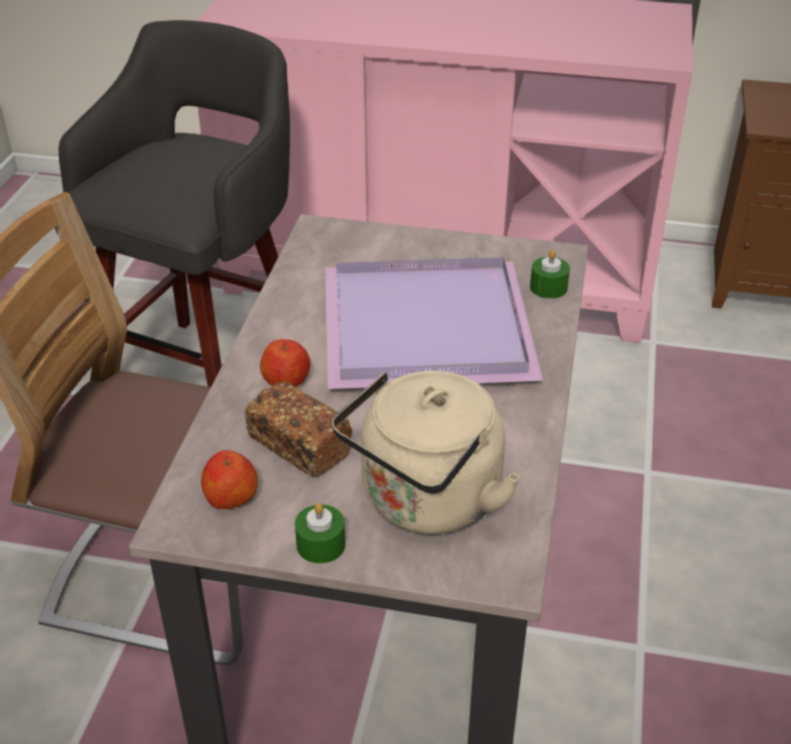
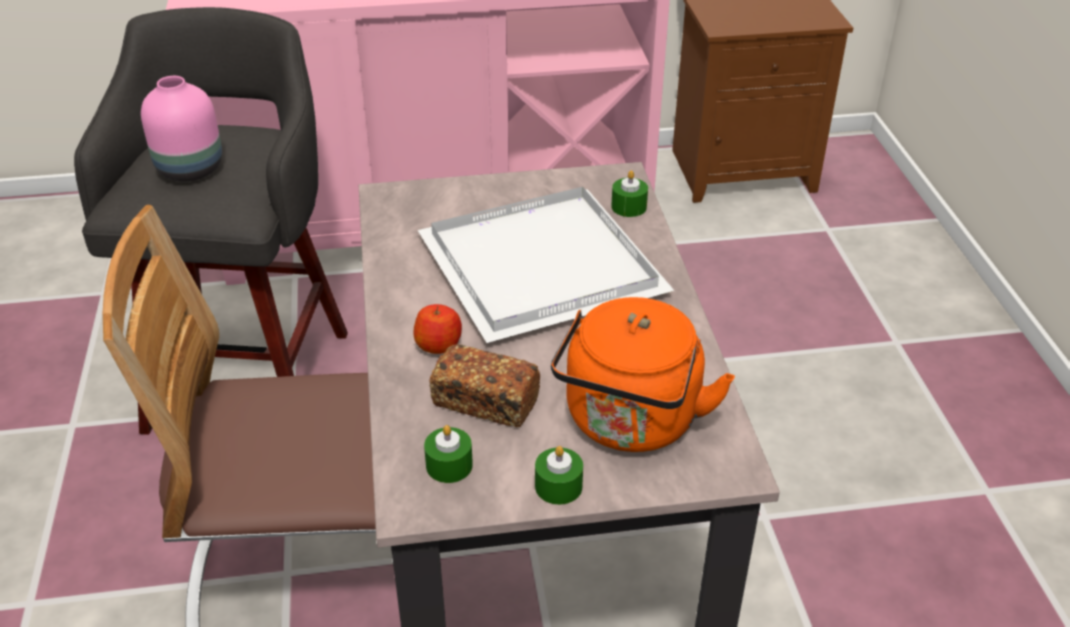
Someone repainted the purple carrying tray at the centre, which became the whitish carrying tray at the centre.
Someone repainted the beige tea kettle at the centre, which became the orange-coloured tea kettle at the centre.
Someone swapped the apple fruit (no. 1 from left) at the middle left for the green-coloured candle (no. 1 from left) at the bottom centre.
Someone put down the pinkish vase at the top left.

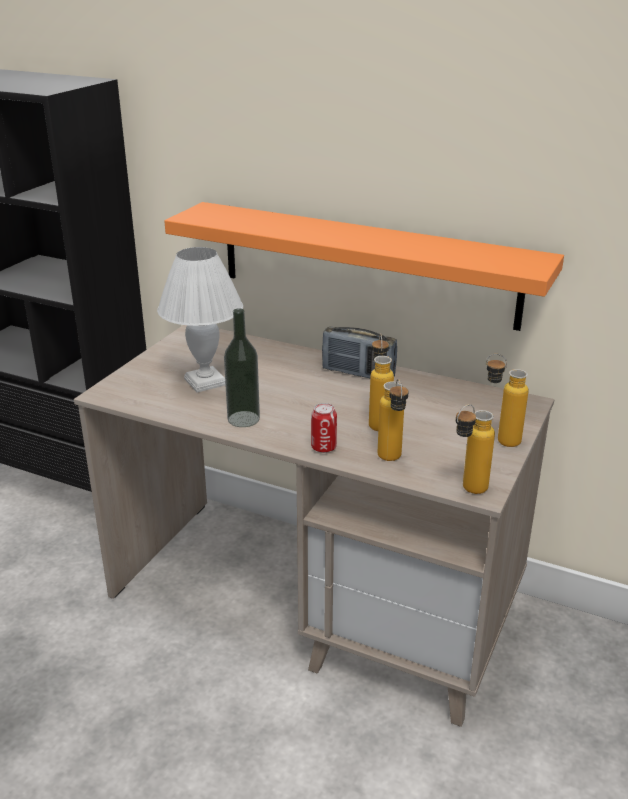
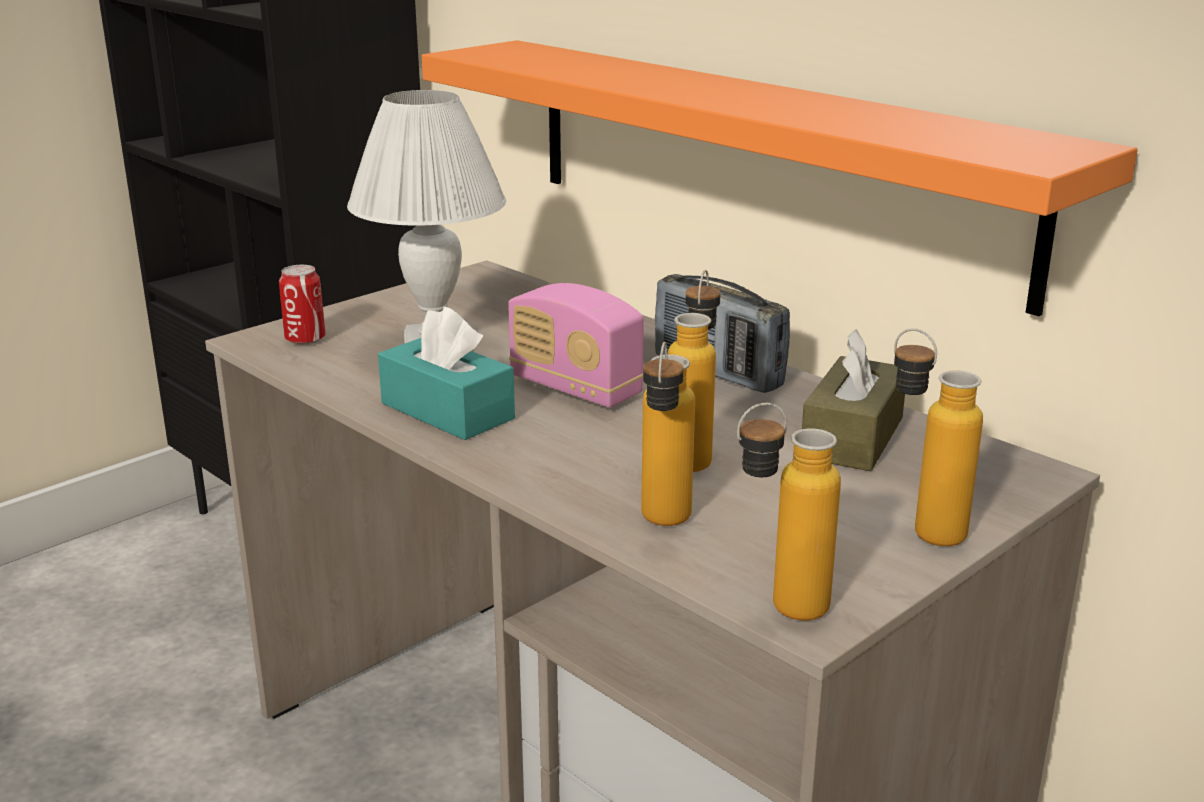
Someone swapped the drink bottle (no. 1 from left) at the centre for the blue-green tissue holder at the centre.
Someone carried the sealed can from the centre to the middle left.
Someone put down the radio receiver (no. 1 from left) at the centre.
Someone put down the brown-coloured tissue holder at the middle right.

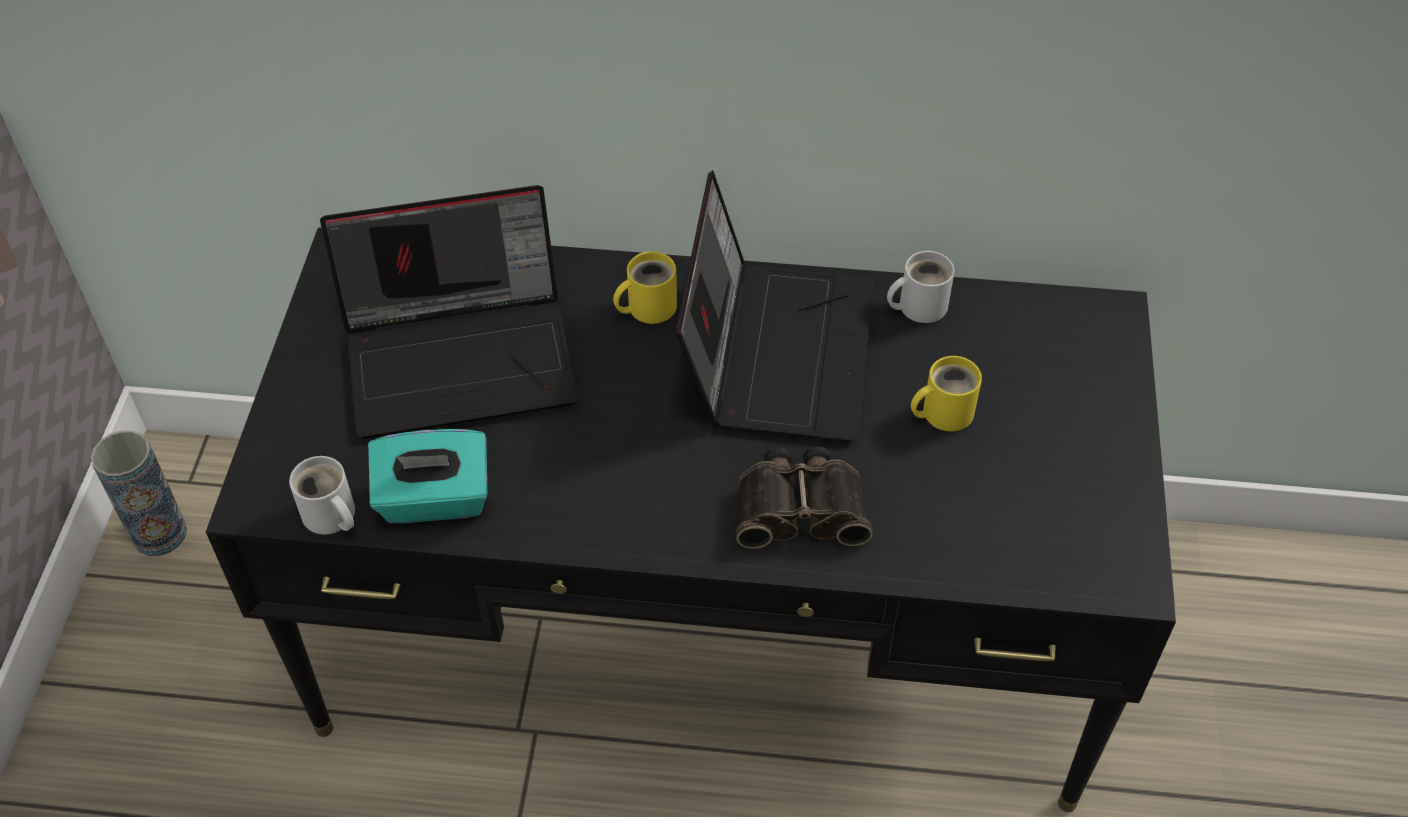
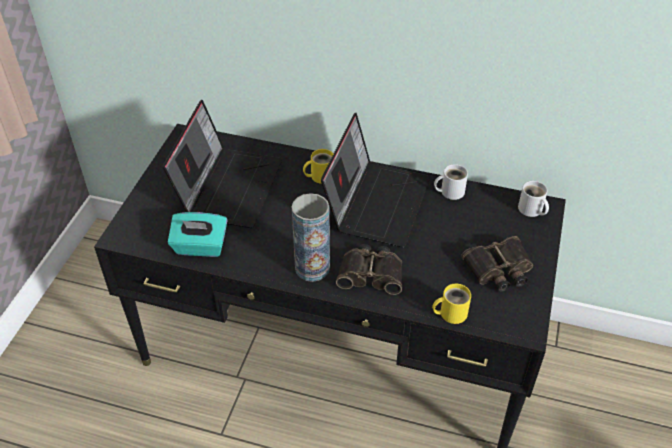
Someone rotated the notebook computer (no. 1 from left) at the middle left by 75 degrees counterclockwise.
Someone carried the yellowish tea mug (no. 2 from left) from the middle right to the bottom right.
Someone carried the vase from the middle left to the centre.
Someone carried the whitish tea mug (no. 1 from left in the first image) from the middle left to the middle right.
Someone put down the pair of binoculars (no. 2 from left) at the middle right.

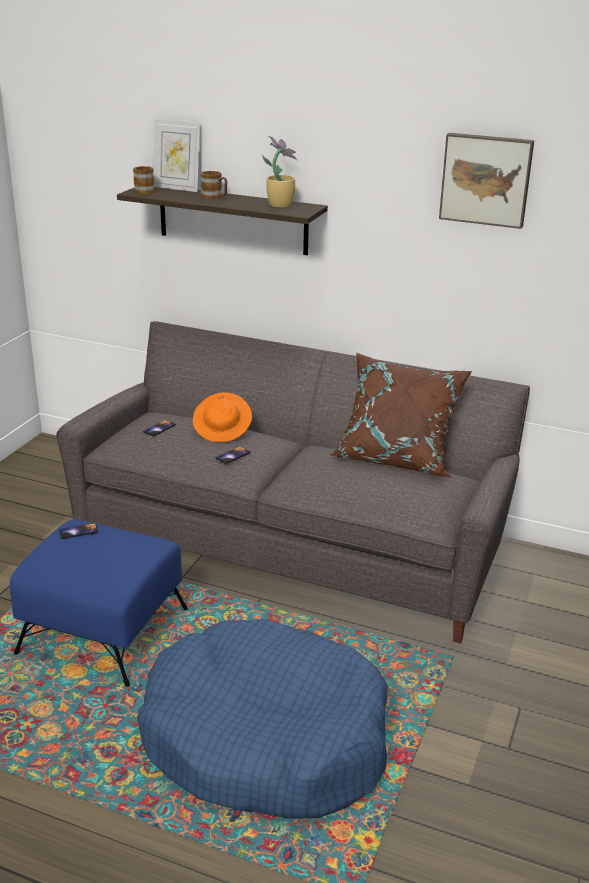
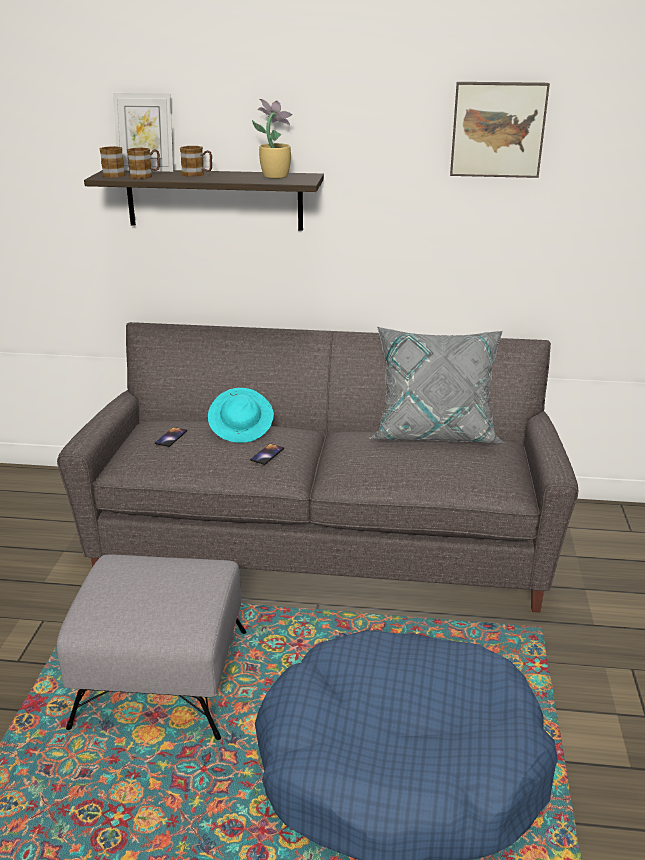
Someone repainted the brown-coloured throw pillow at the middle right, which became the greyish throw pillow at the middle right.
Someone repainted the orange-coloured hat at the centre, which became the blue-green hat at the centre.
Someone repainted the bluish ottoman at the bottom left, which became the greyish ottoman at the bottom left.
Someone took away the phone (no. 1 from left) at the middle left.
Someone put down the tea mug (no. 2 from left) at the top left.

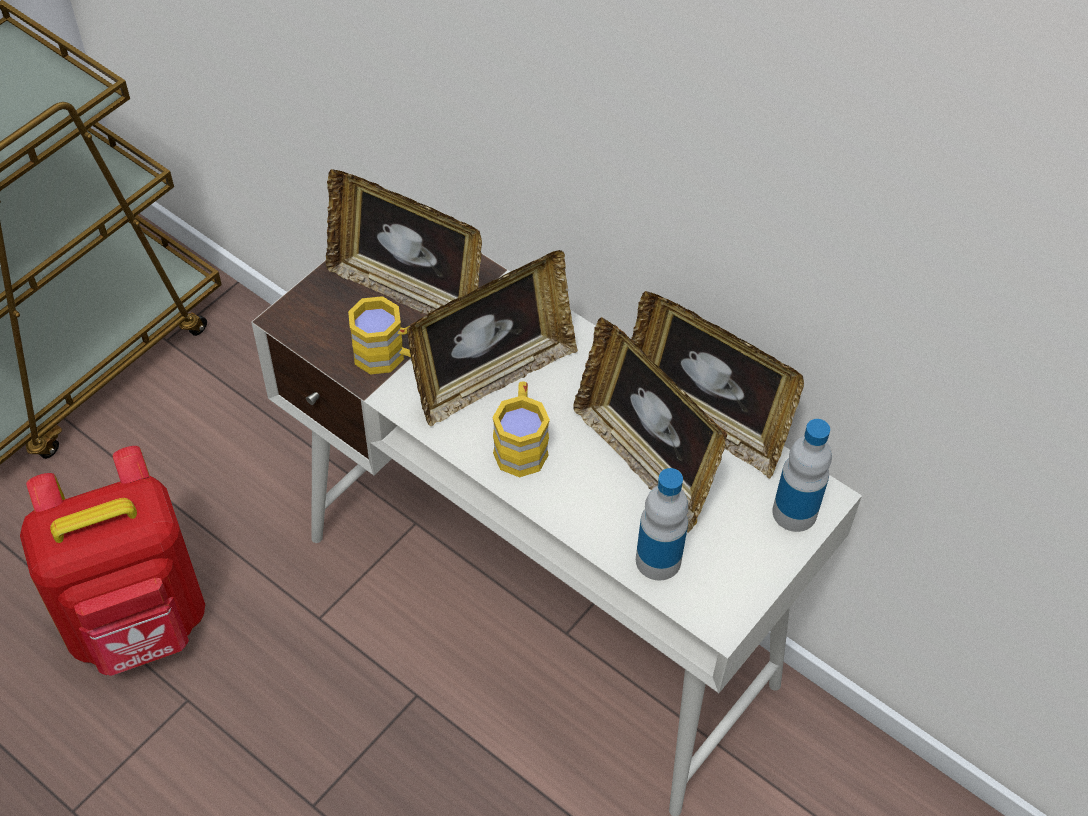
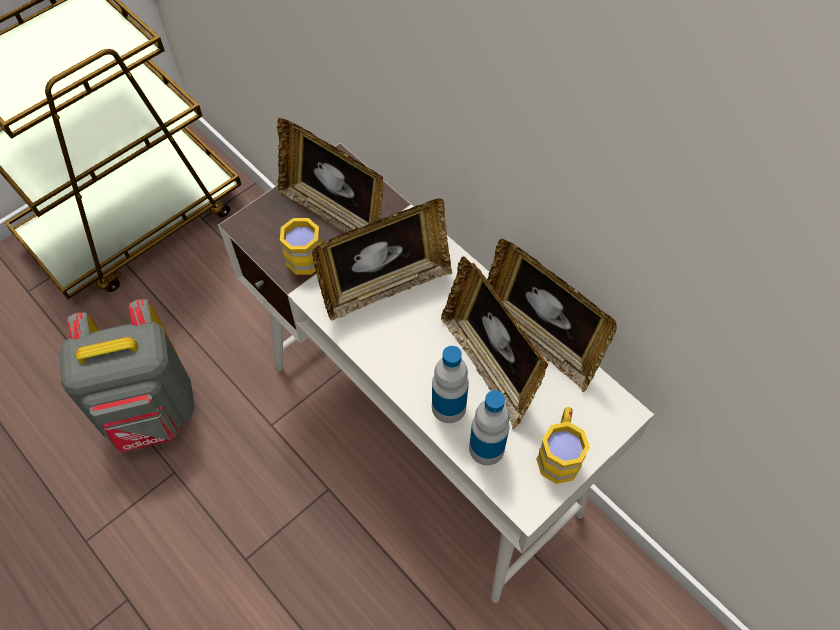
Someone carried the yellowish tea mug (no. 2 from left) from the centre to the bottom right.
Someone carried the drink bottle (no. 2 from left in the first image) from the middle right to the centre.
Someone repainted the red backpack at the bottom left, which became the greyish backpack at the middle left.

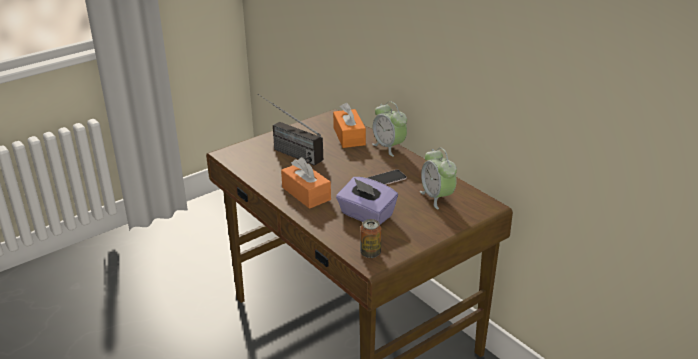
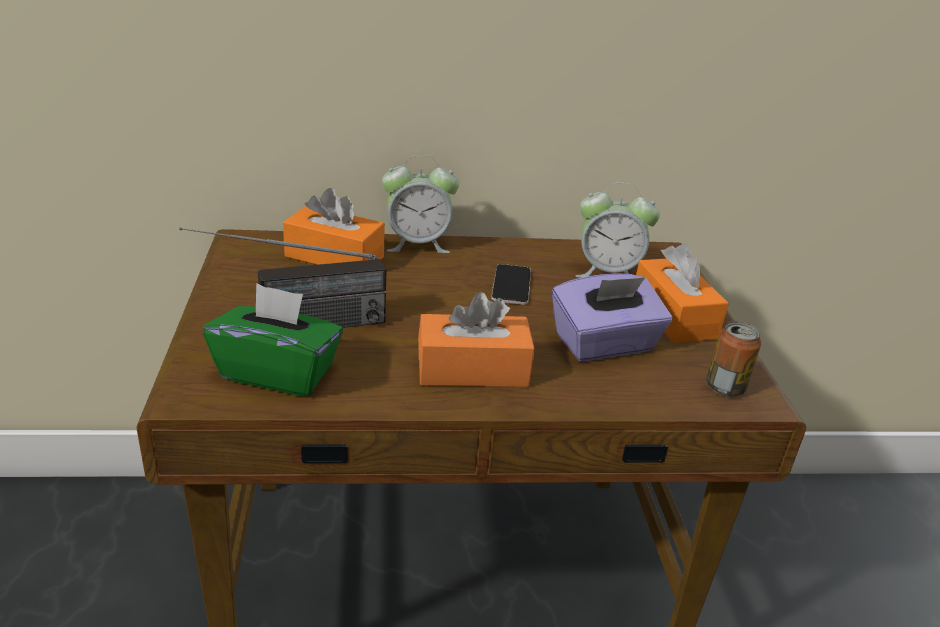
Someone put down the orange-coloured tissue holder (no. 3 from left) at the middle right.
Someone put down the green-coloured tissue holder at the middle left.

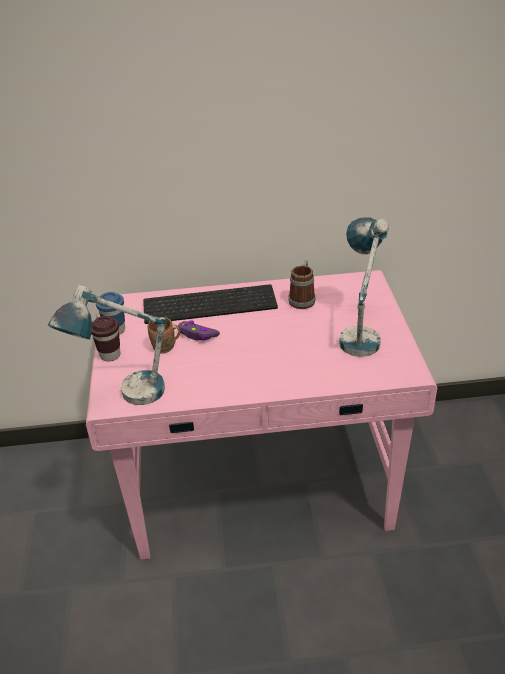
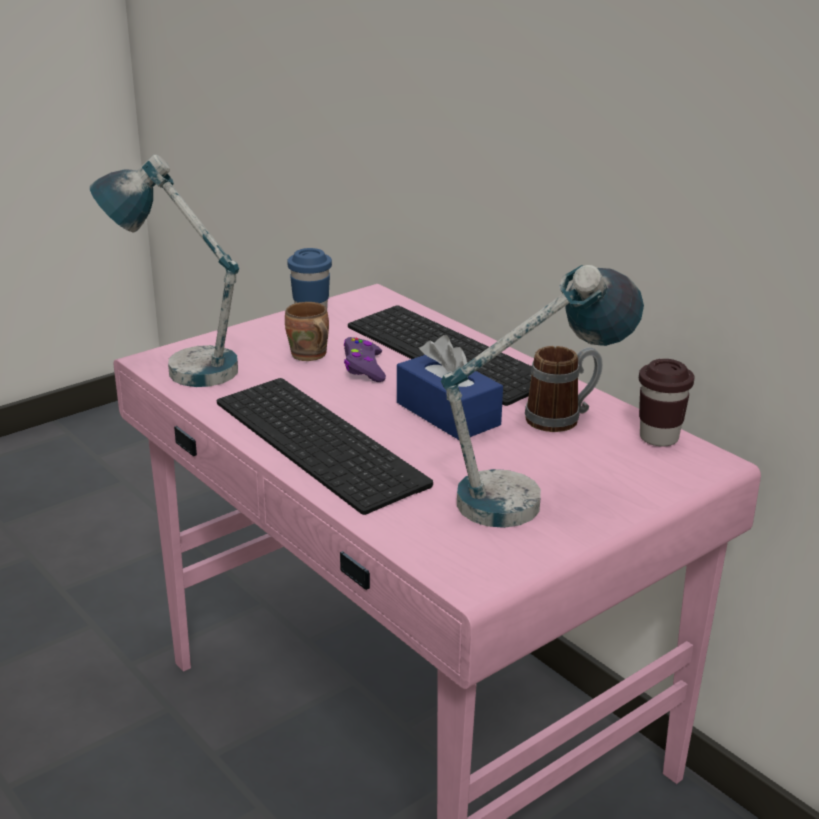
Someone carried the brown-coloured drinking cup from the middle left to the middle right.
Someone put down the bluish tissue holder at the centre.
Someone put down the computer keyboard (no. 1 from left) at the centre.

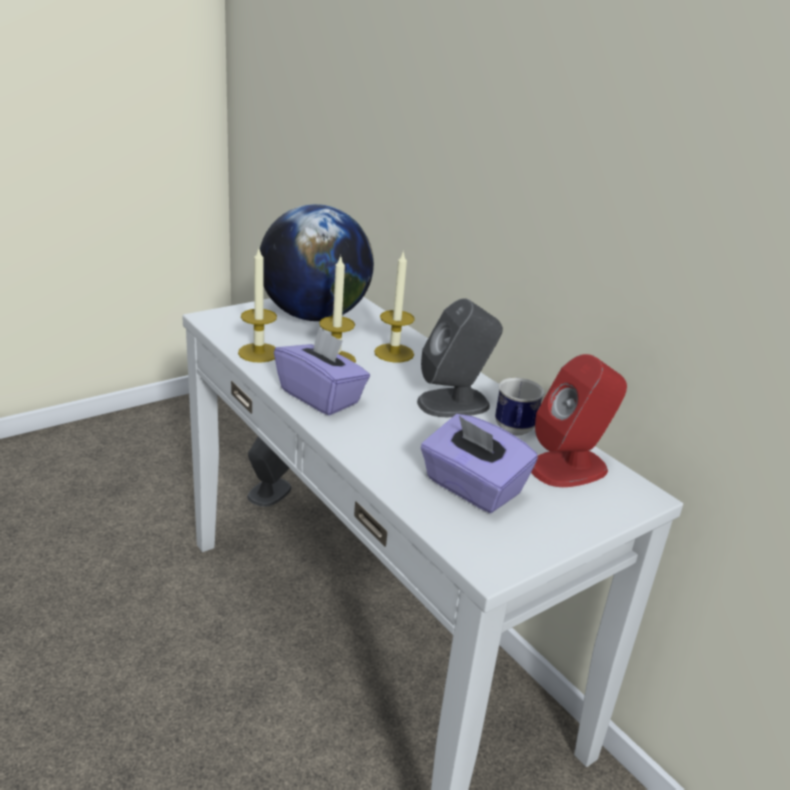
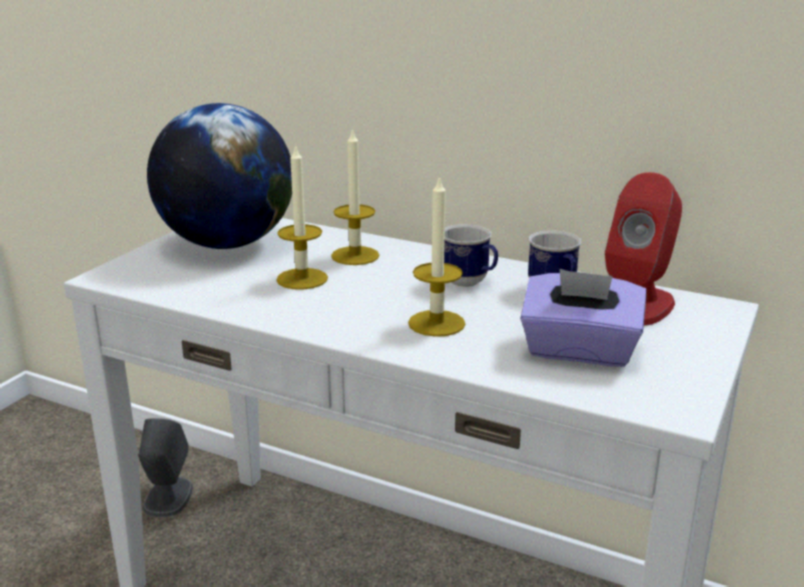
Someone carried the candle (no. 1 from left in the first image) from the middle left to the centre.
Someone swapped the greyish audio speaker (no. 2 from left) at the centre for the tea mug (no. 1 from left) at the centre.
Someone took away the purple tissue holder (no. 1 from left) at the centre.

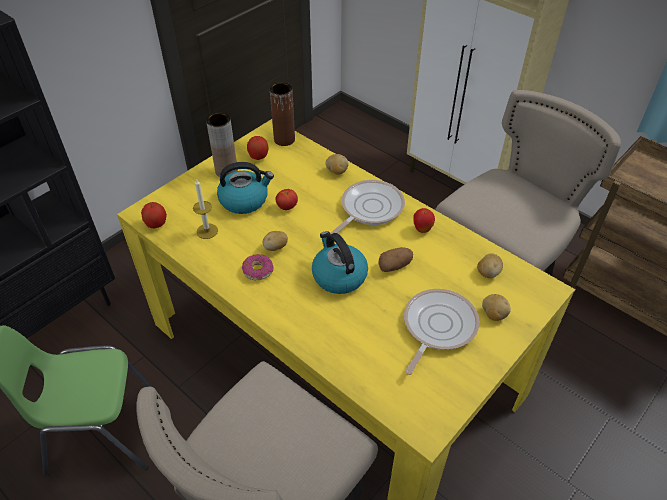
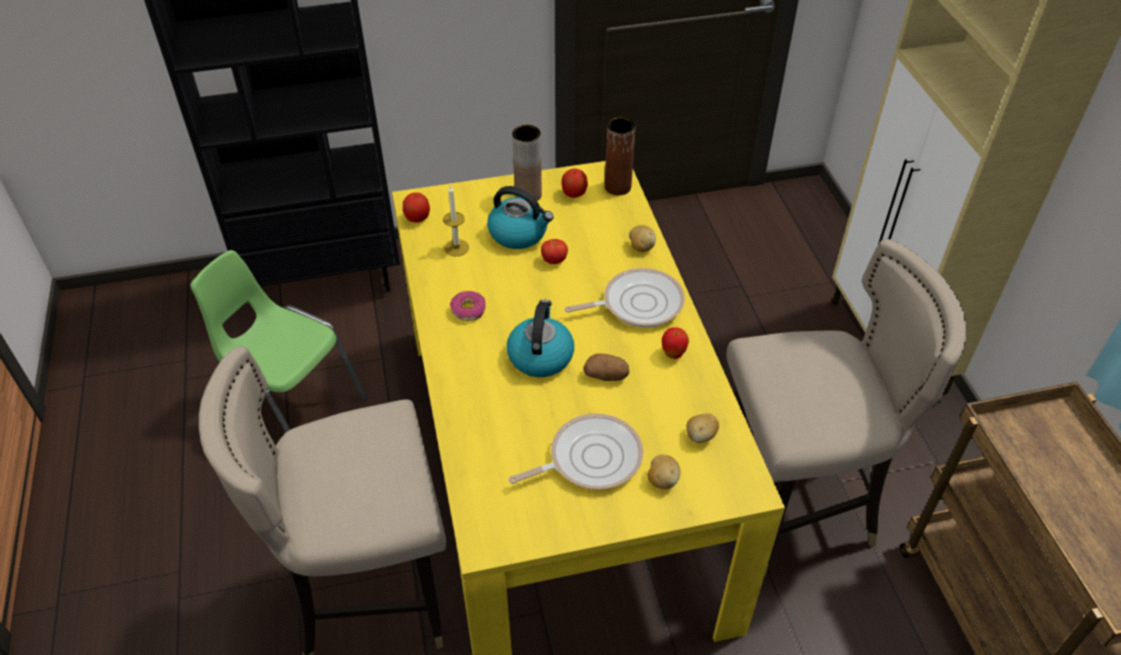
Someone took away the potato (no. 1 from left) at the centre.

